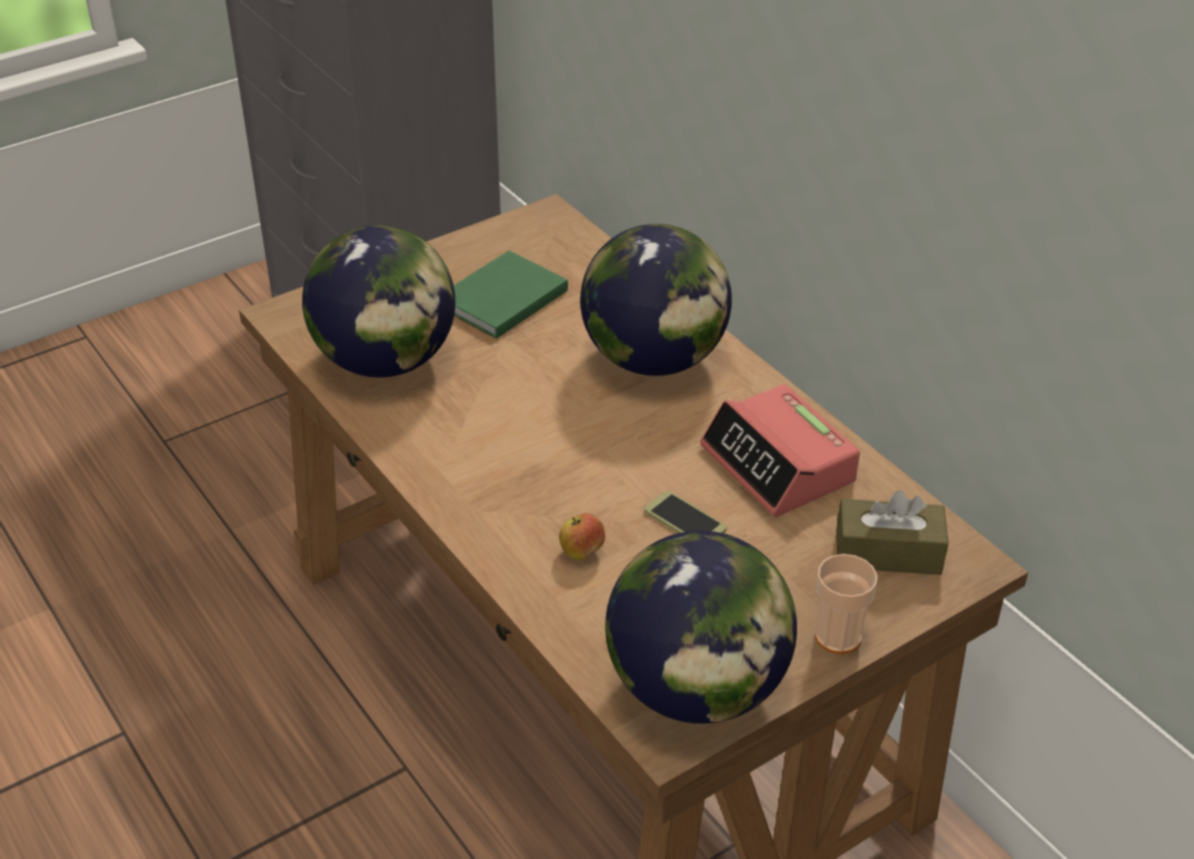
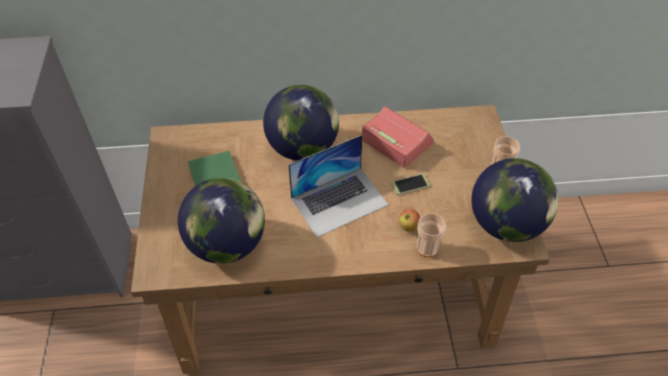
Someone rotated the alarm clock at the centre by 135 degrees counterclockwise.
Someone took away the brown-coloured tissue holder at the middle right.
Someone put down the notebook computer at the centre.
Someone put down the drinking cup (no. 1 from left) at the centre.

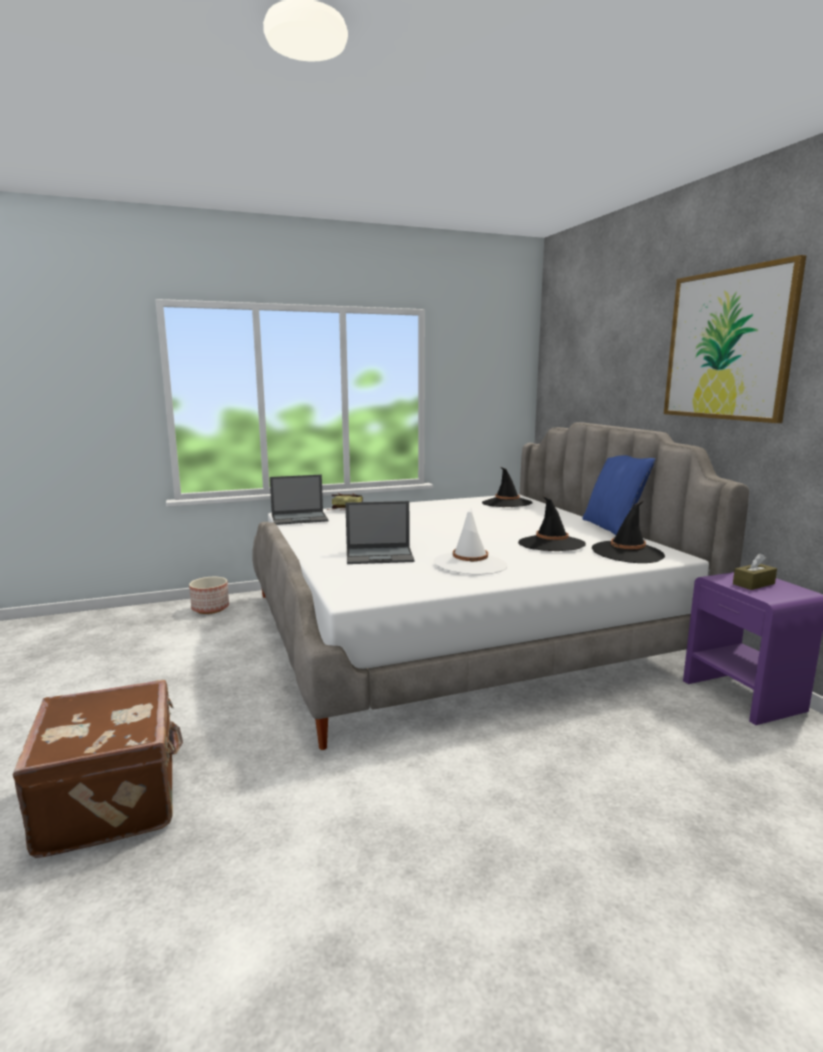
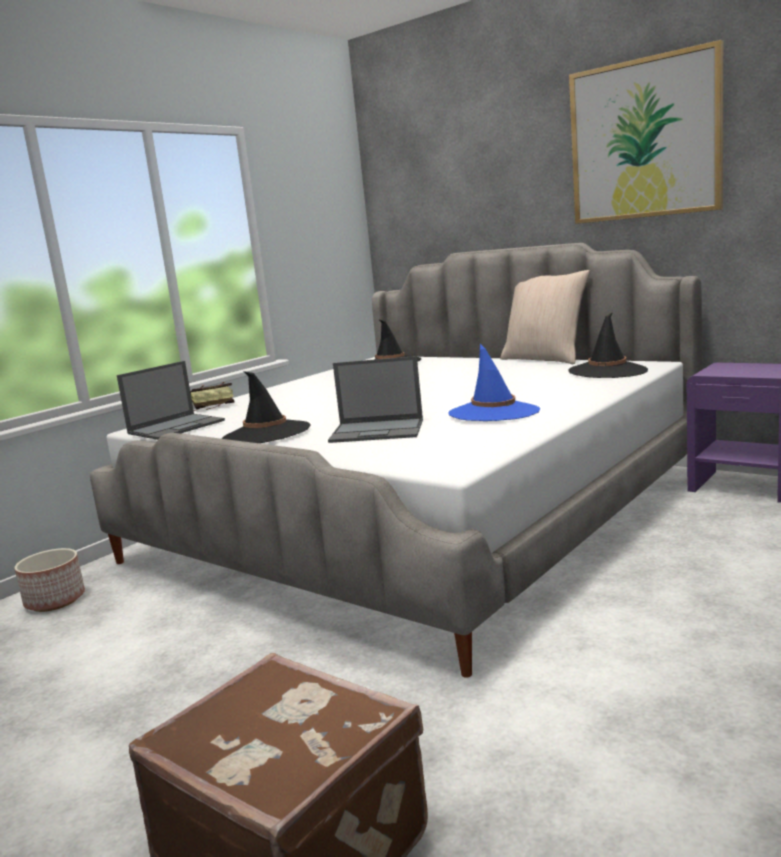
Someone repainted the bluish throw pillow at the middle right, which became the beige throw pillow at the middle right.
Someone carried the black hat (no. 2 from left in the first image) from the middle right to the centre.
Someone rotated the notebook computer (no. 2 from left) at the centre by 45 degrees clockwise.
Someone repainted the whitish hat at the centre, which became the bluish hat at the centre.
Someone took away the brown-coloured tissue holder at the middle right.

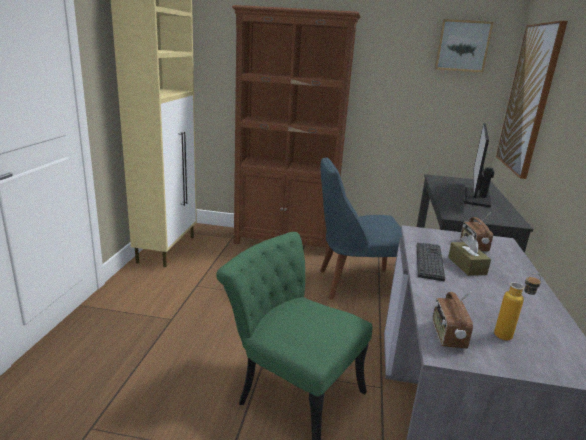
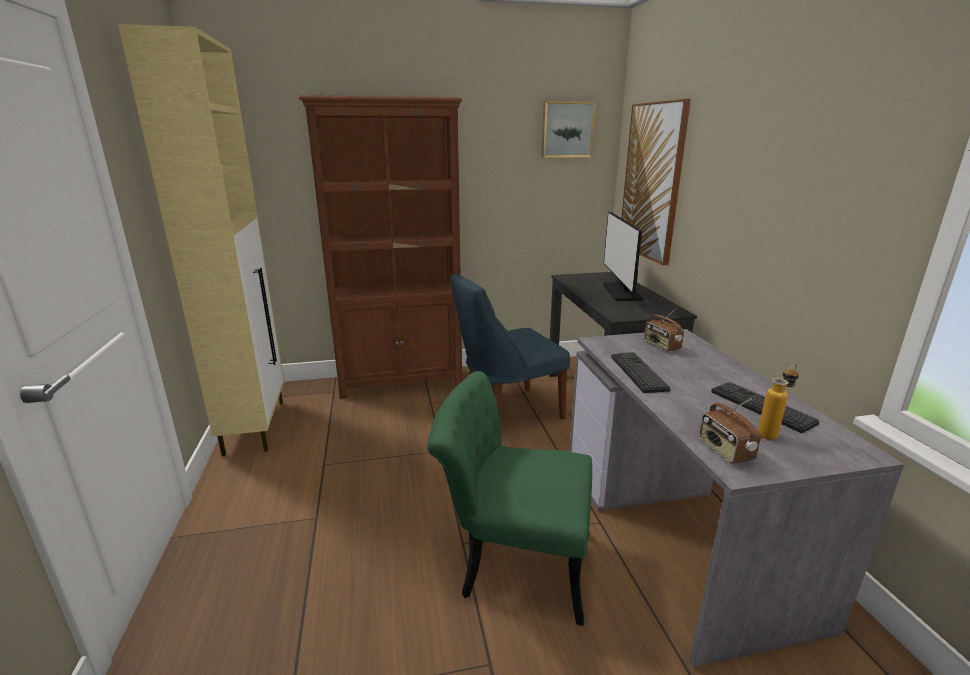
Someone took away the brown-coloured tissue holder at the middle right.
Someone put down the computer keyboard (no. 2 from left) at the middle right.

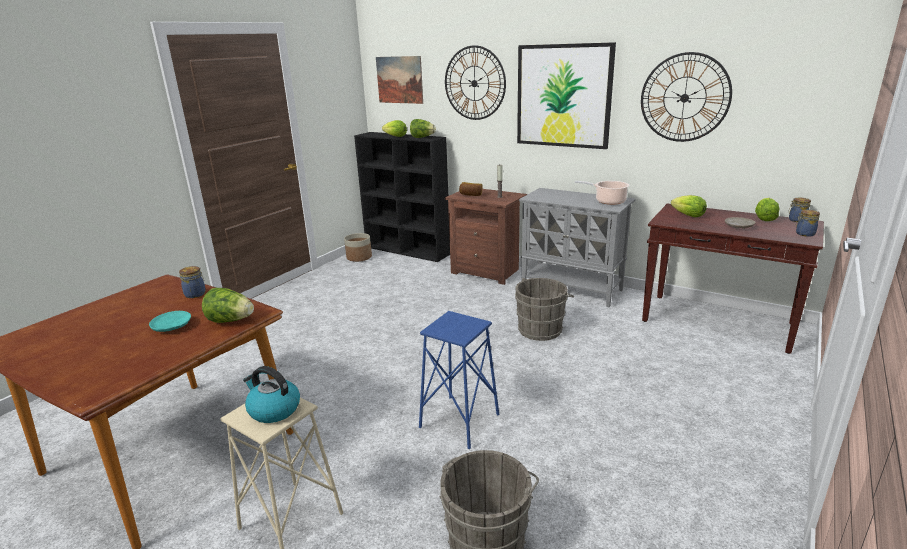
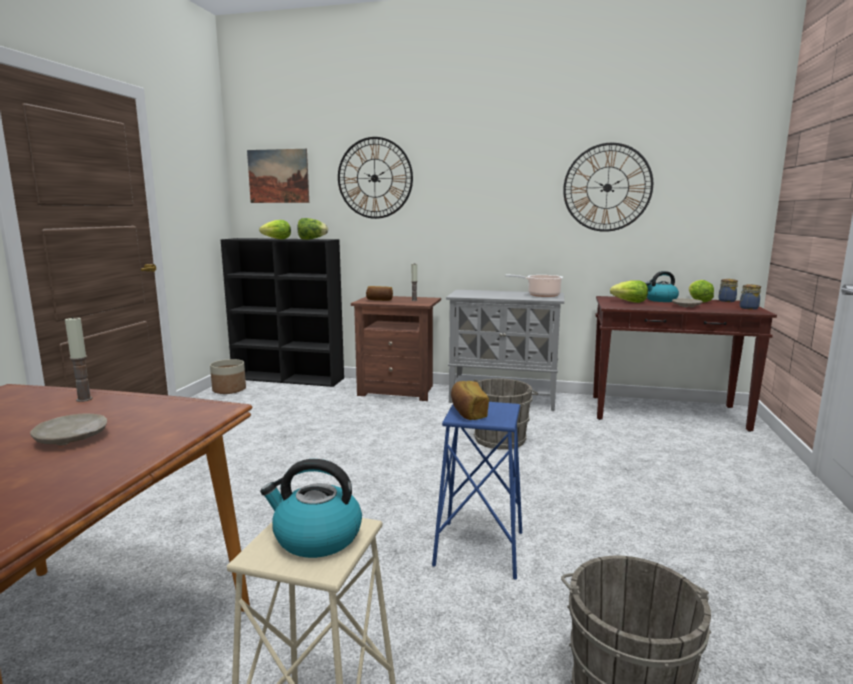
Someone took away the picture (no. 2 from left) at the top centre.
Someone swapped the storage jar (no. 1 from left) at the middle left for the candle (no. 1 from left) at the middle left.
Someone took away the lettuce (no. 1 from left) at the middle left.
Someone repainted the blue-green dinner plate at the middle left, which became the beige dinner plate (no. 1 from left) at the middle left.
Someone put down the tea kettle (no. 2 from left) at the middle right.
Someone put down the bread (no. 2 from left) at the centre.

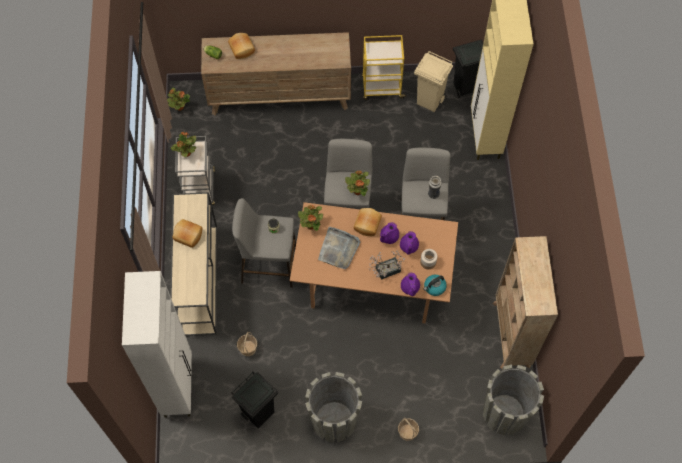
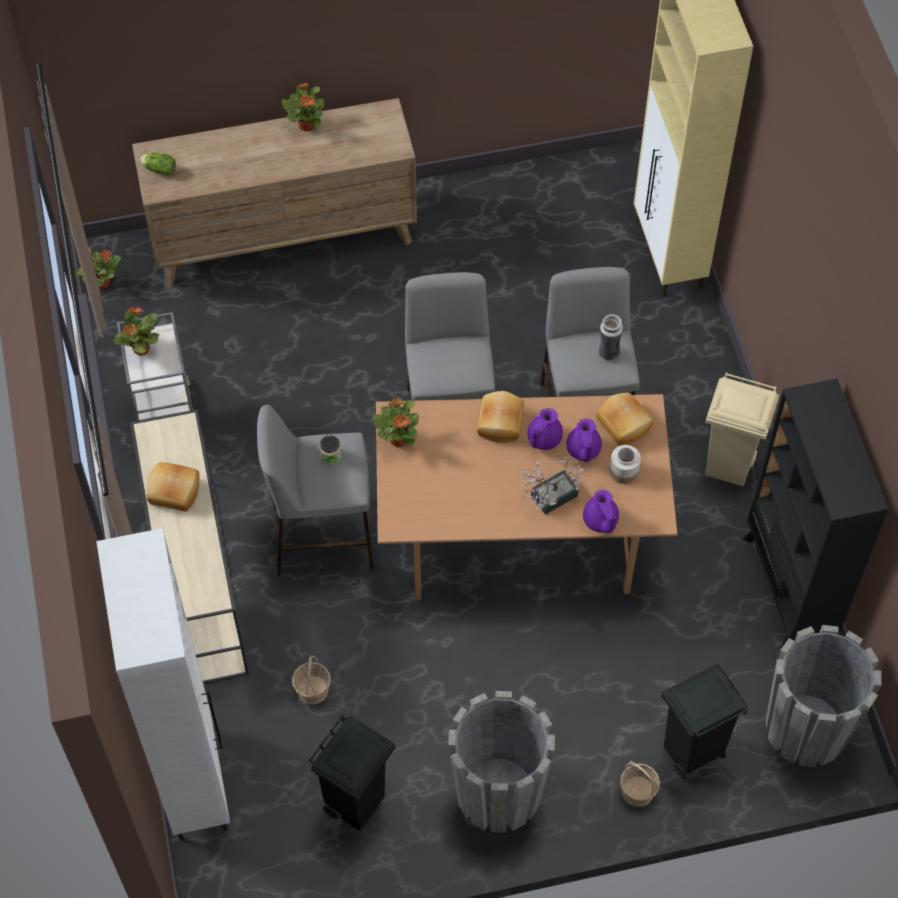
Someone carried the bread (no. 2 from left in the first image) from the top centre to the middle right.
Someone took away the yellowish cart at the top centre.
Someone carried the black rubbish bin (no. 2 from left) from the top right to the bottom right.
Someone carried the beige rubbish bin from the top centre to the middle right.
Someone carried the potted plant (no. 4 from left in the first image) from the centre to the top centre.
Someone took away the greyish carrying tray at the centre.
Someone repainted the beige bookshelf at the middle right, which became the black bookshelf at the middle right.
Someone took away the tea kettle at the centre.

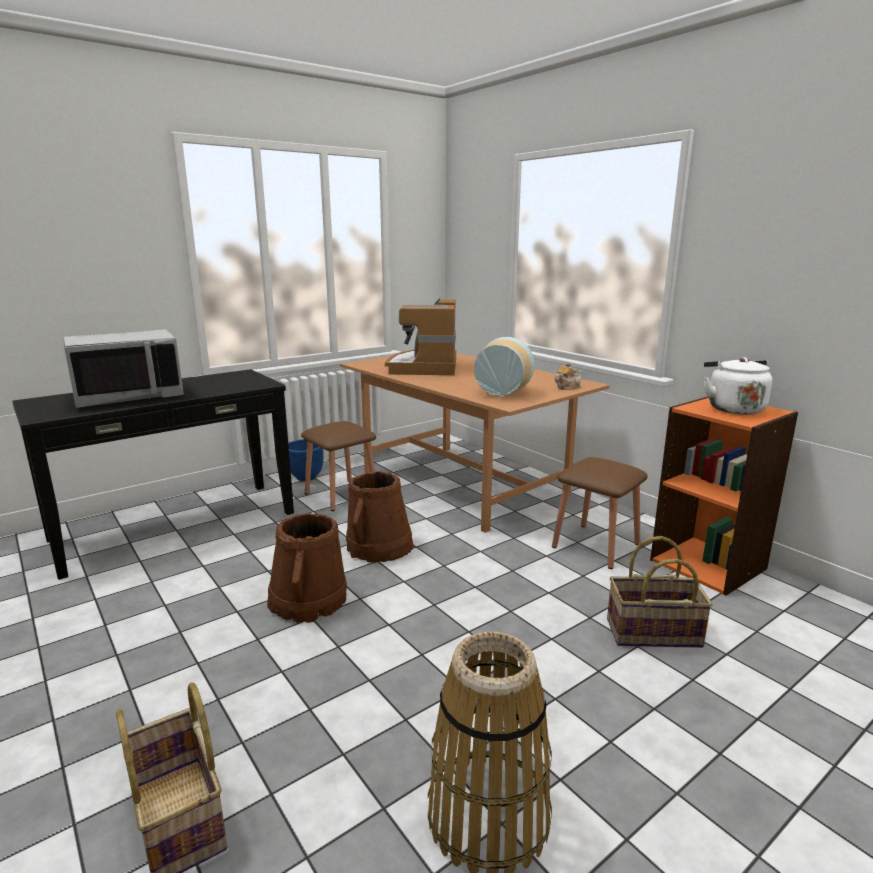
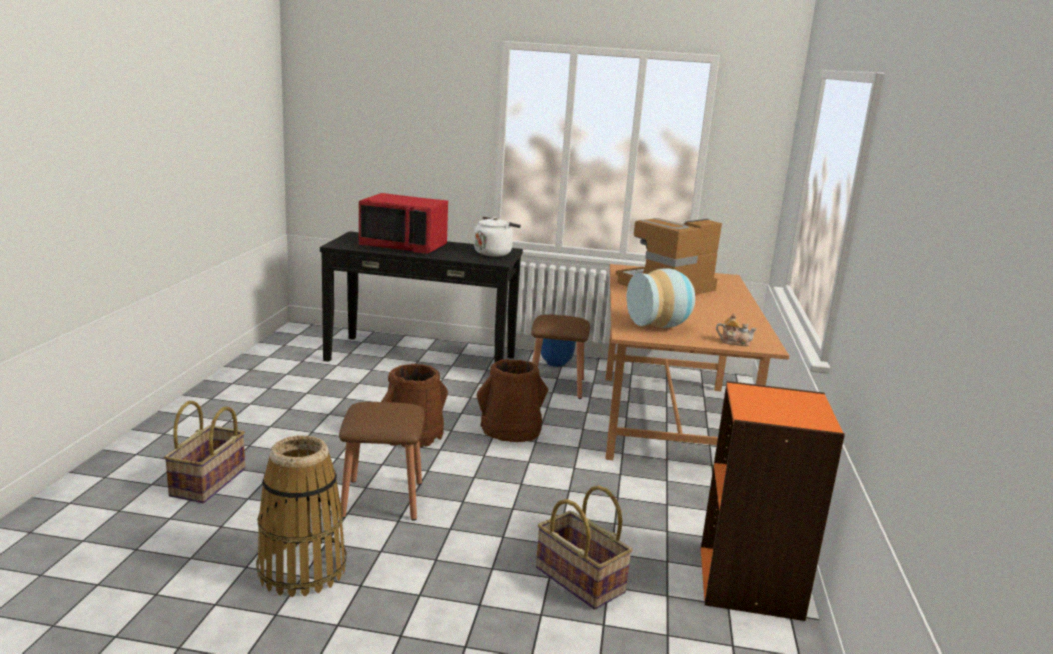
Someone repainted the greyish microwave at the middle left, which became the red microwave at the centre.
Someone carried the whitish tea kettle from the middle right to the centre.
Someone carried the brown-coloured sitting stool (no. 2 from left in the first image) from the middle right to the bottom centre.

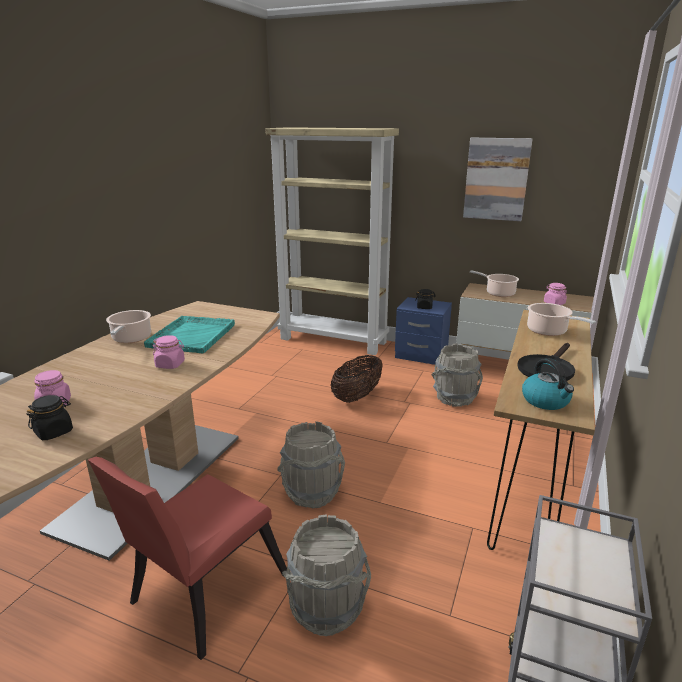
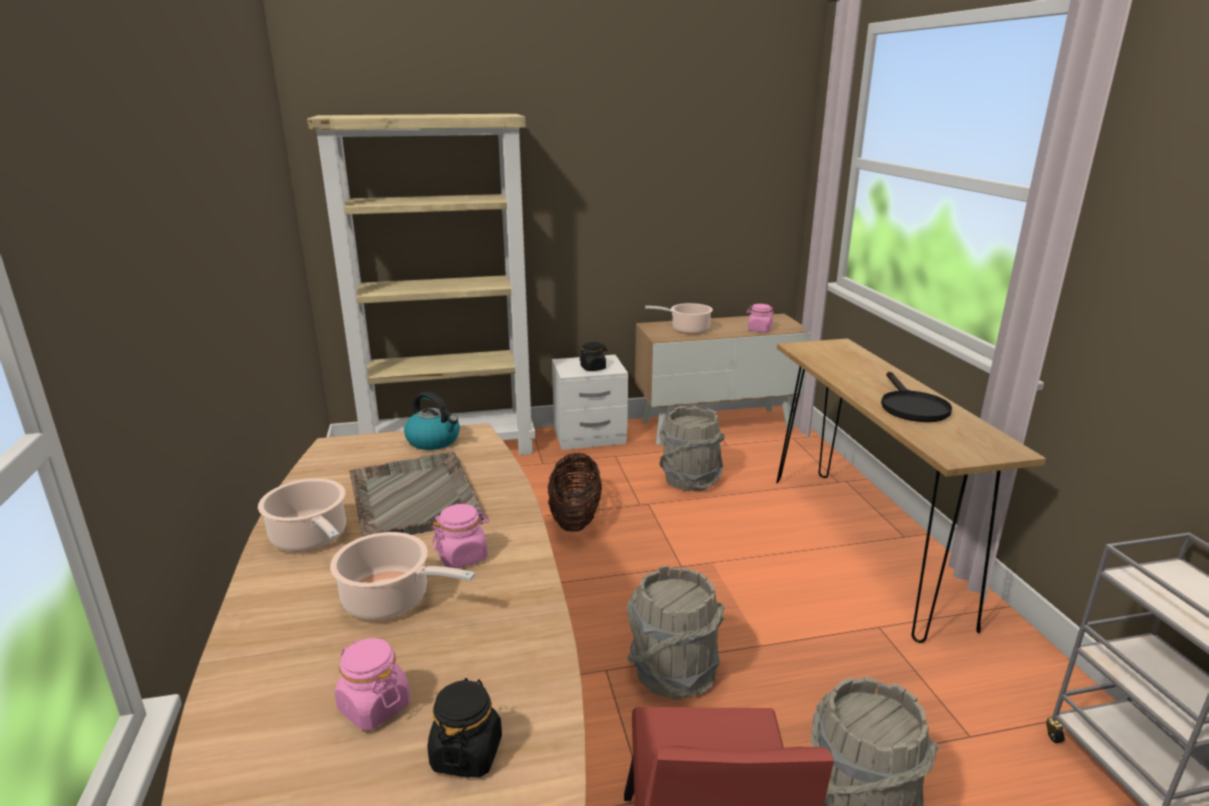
Someone took away the picture at the top right.
Someone repainted the bluish bedside table at the centre, which became the whitish bedside table at the centre.
Someone carried the stockpot (no. 3 from left in the first image) from the middle right to the bottom left.
Someone repainted the blue-green carrying tray at the middle left, which became the greyish carrying tray at the centre.
Someone carried the tea kettle from the middle right to the centre.

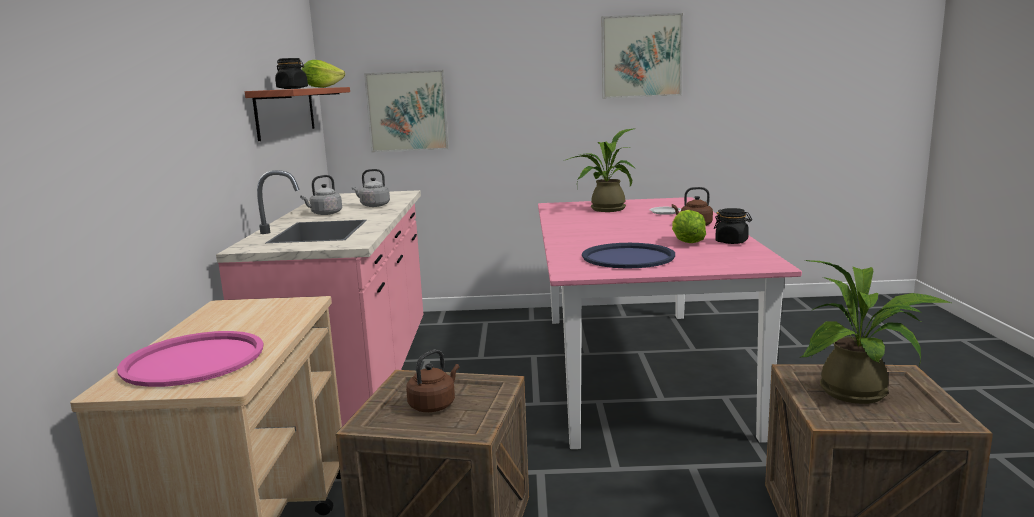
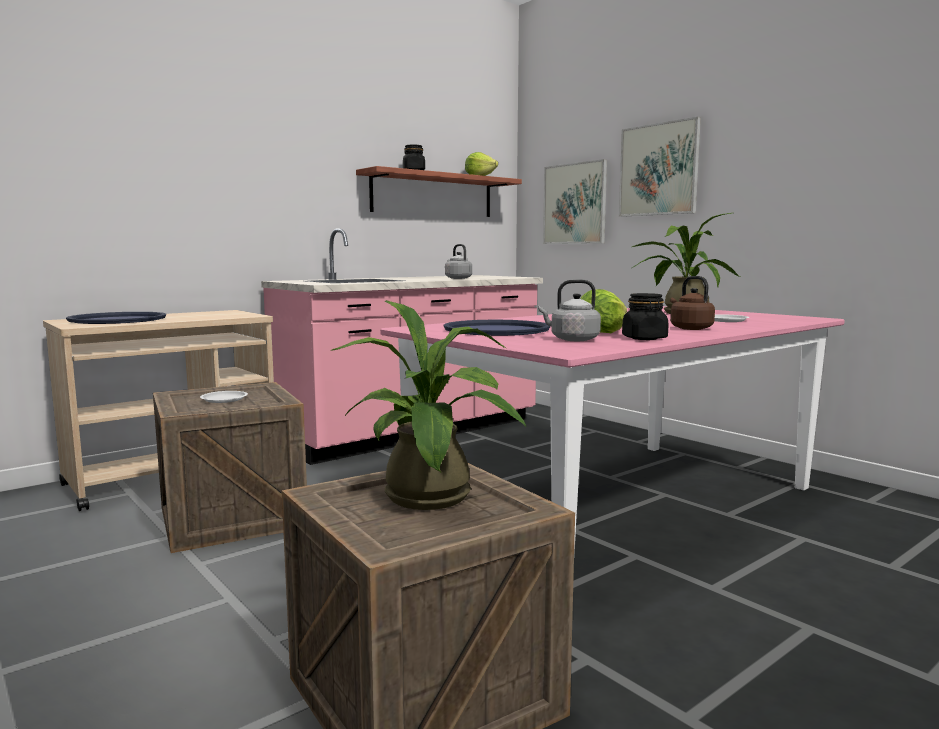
Someone carried the picture (no. 2 from left) from the top centre to the top right.
Someone carried the greyish tea kettle (no. 1 from left in the first image) from the middle left to the centre.
Someone repainted the pinkish carrying tray at the bottom left, which became the bluish carrying tray (no. 1 from left) at the middle left.
Someone swapped the brown-coloured tea kettle (no. 1 from left) at the bottom centre for the whitish dinner plate (no. 1 from left) at the middle left.

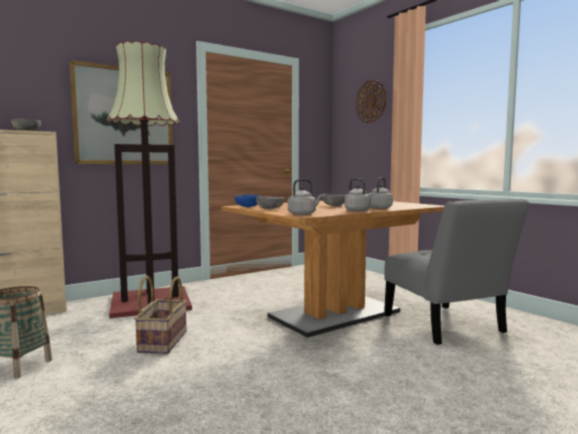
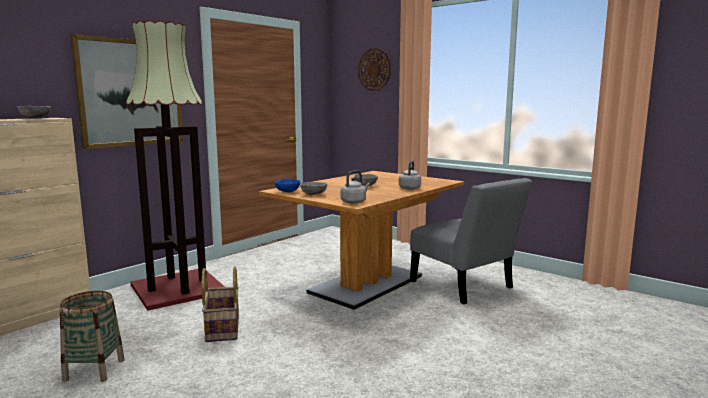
Someone took away the greyish tea kettle (no. 2 from left) at the centre.

